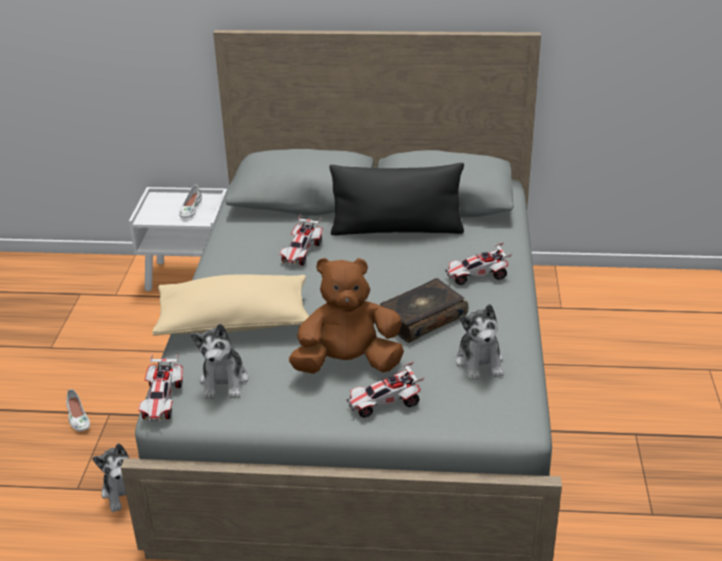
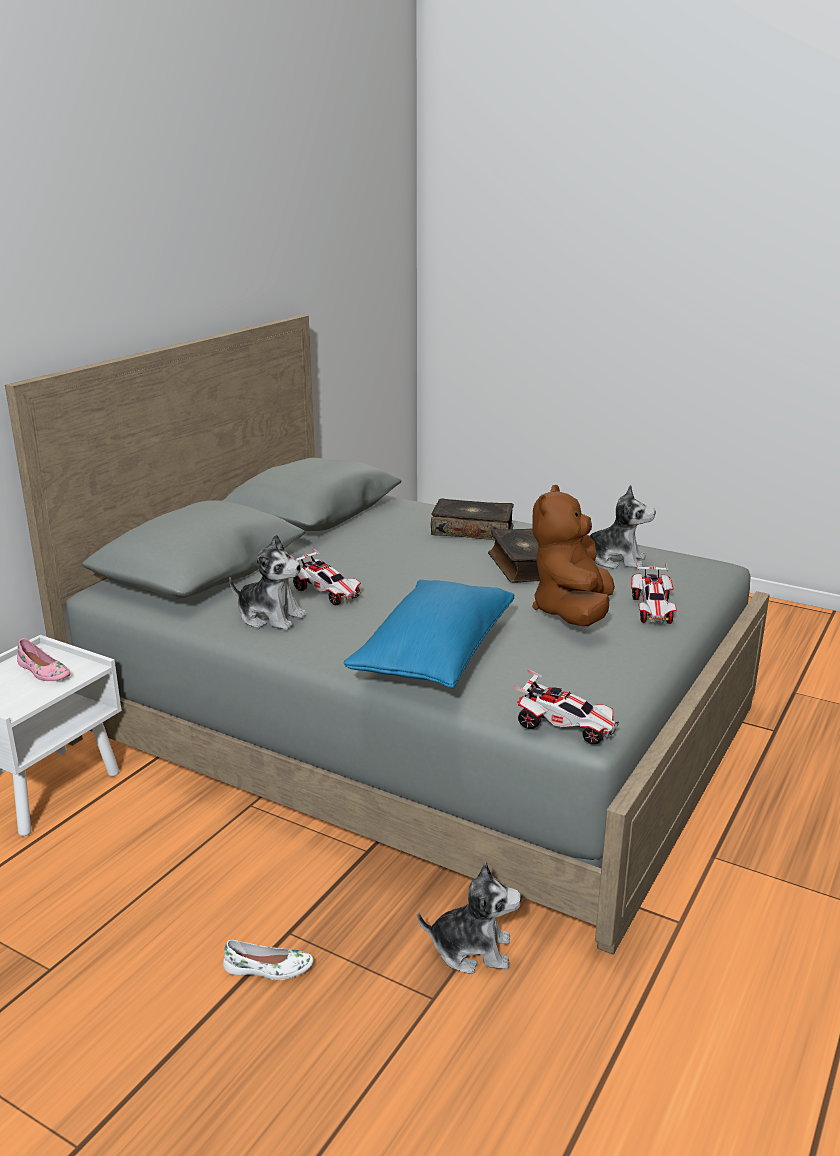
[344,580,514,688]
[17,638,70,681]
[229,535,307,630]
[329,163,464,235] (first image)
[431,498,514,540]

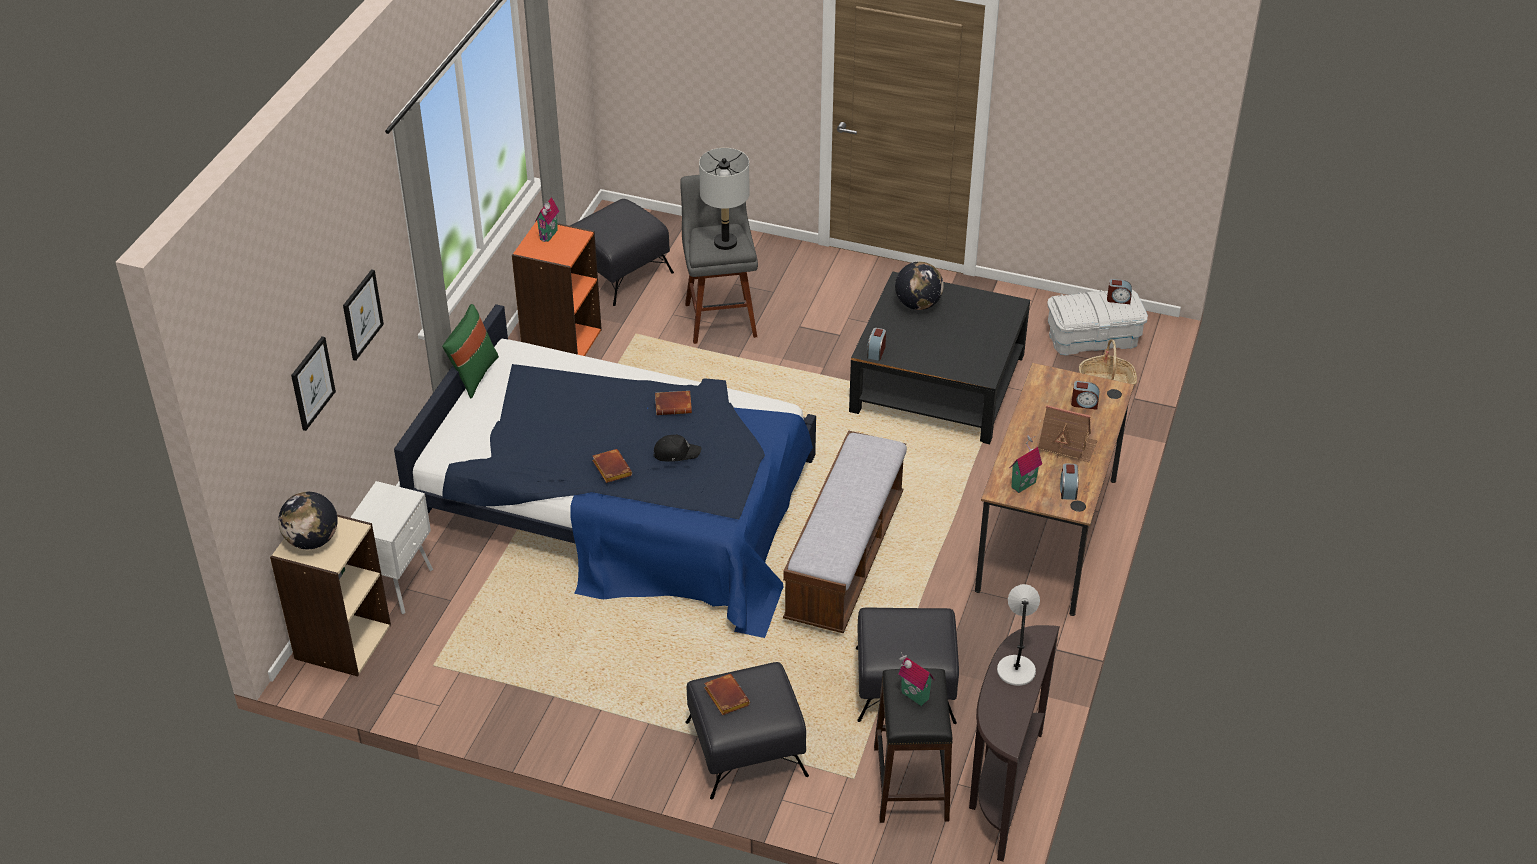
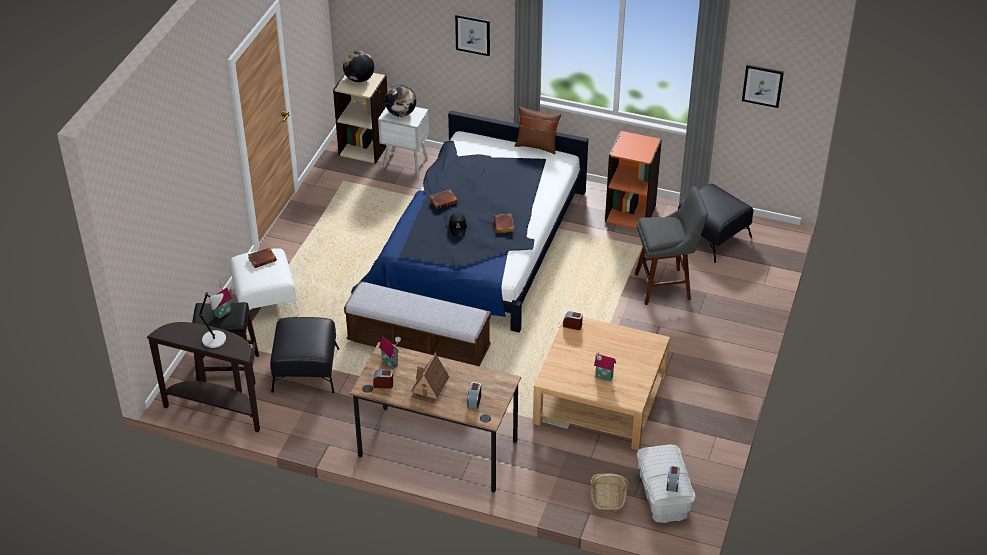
[742,65,784,108]
[515,106,561,154]
[594,351,616,381]
[230,248,300,315]
[699,148,749,250] (first image)
[533,317,670,450]
[385,85,416,117]

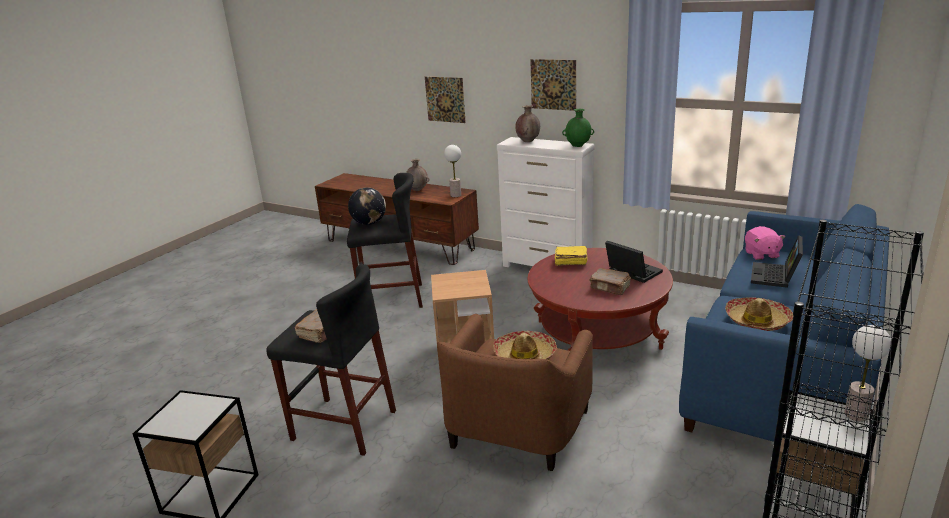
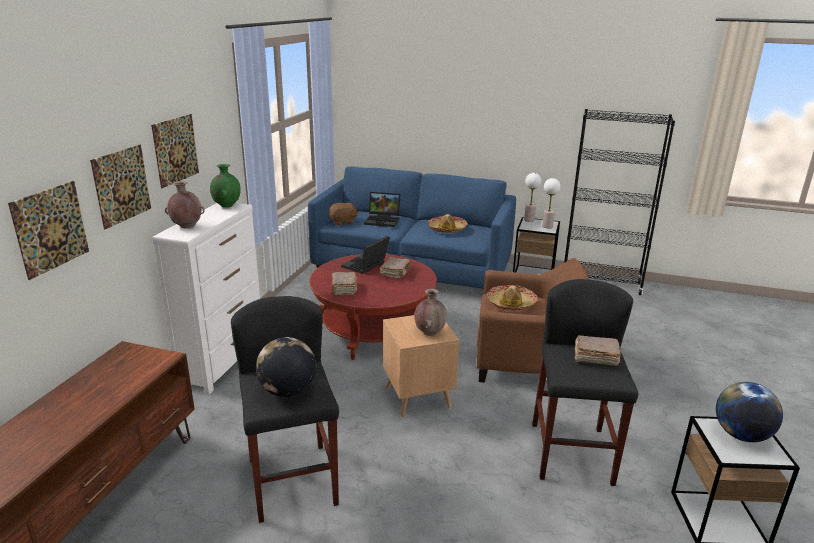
[414,289,447,336]
[542,178,561,228]
[332,272,357,296]
[329,202,359,226]
[90,145,151,229]
[716,382,783,442]

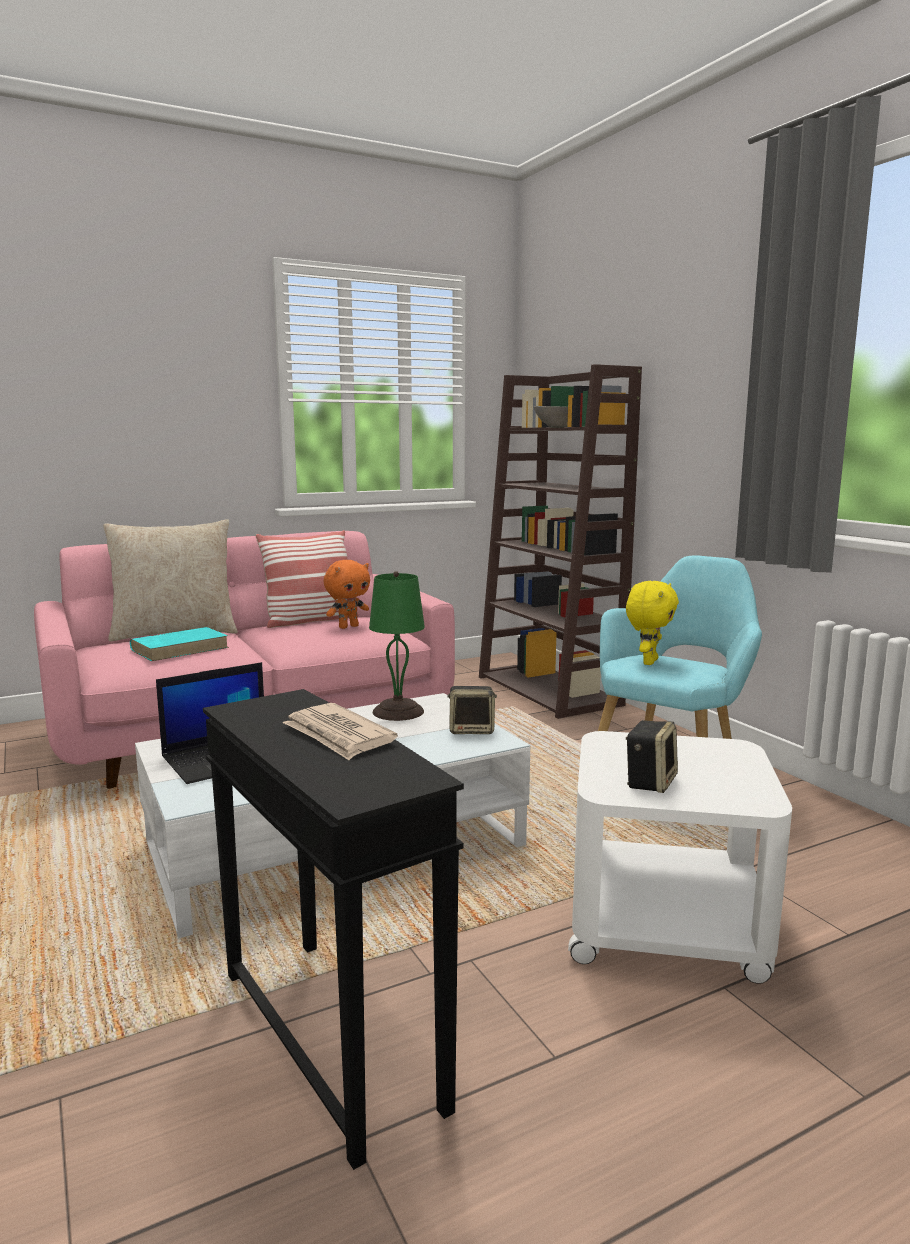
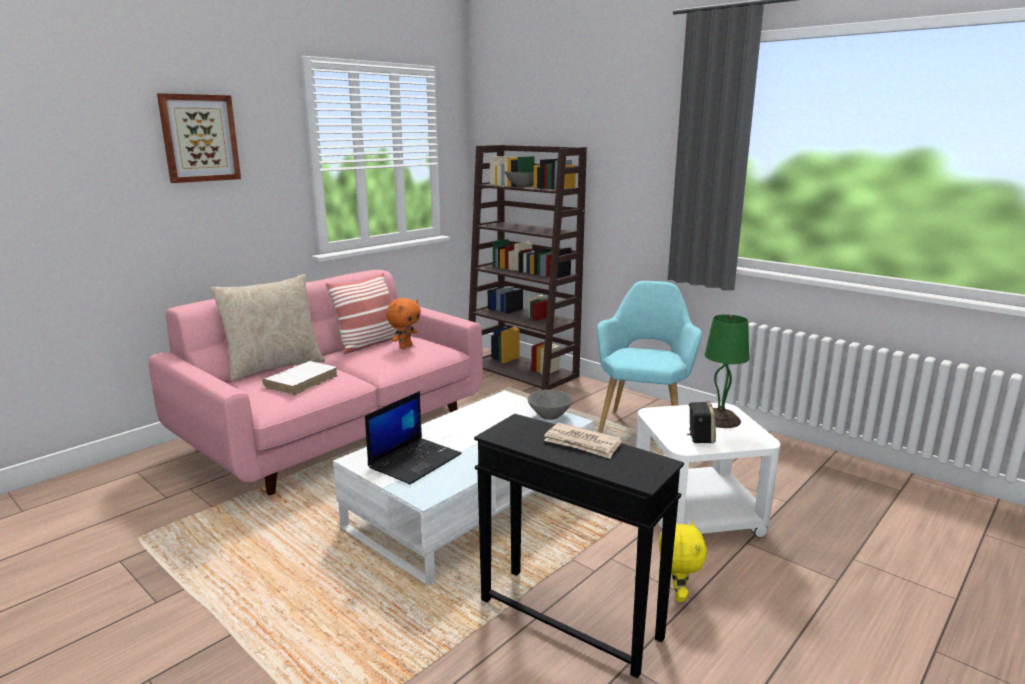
[262,361,338,395]
[705,315,749,428]
[527,390,573,420]
[659,521,707,602]
[157,93,241,183]

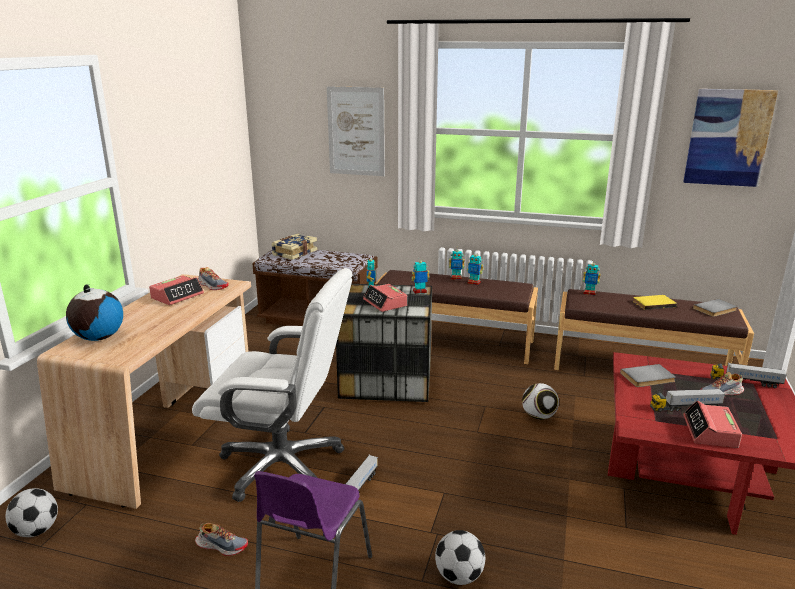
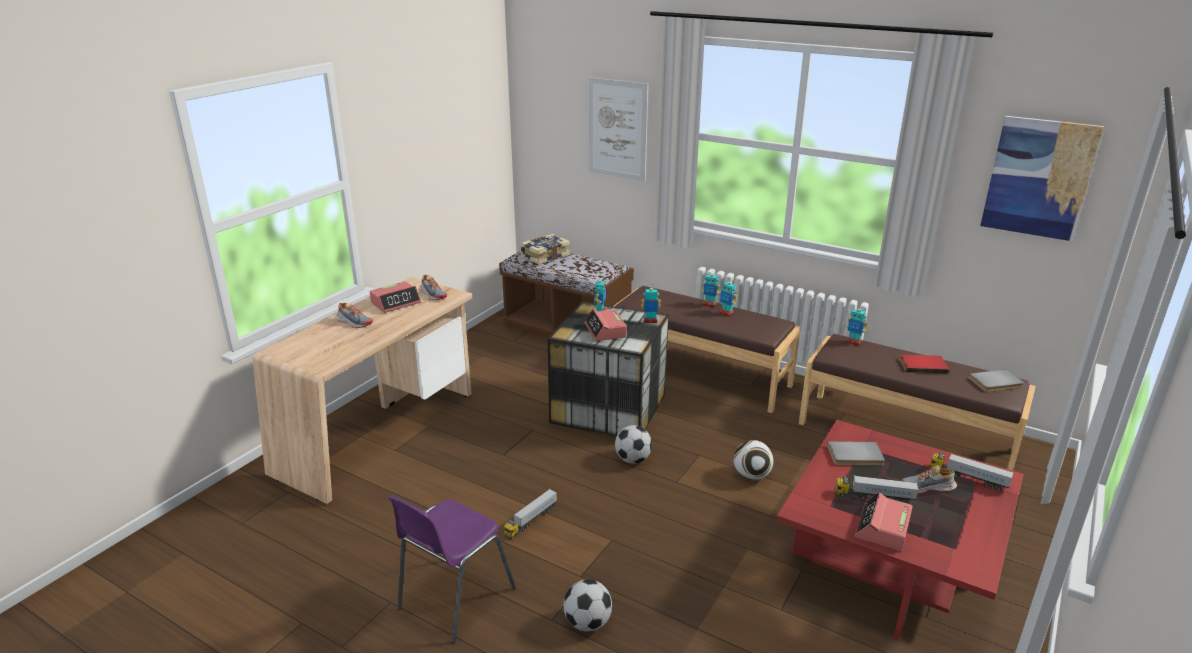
[615,425,652,464]
[66,284,123,341] (first image)
[192,268,353,502] (first image)
[335,303,373,328]
[899,354,950,374]

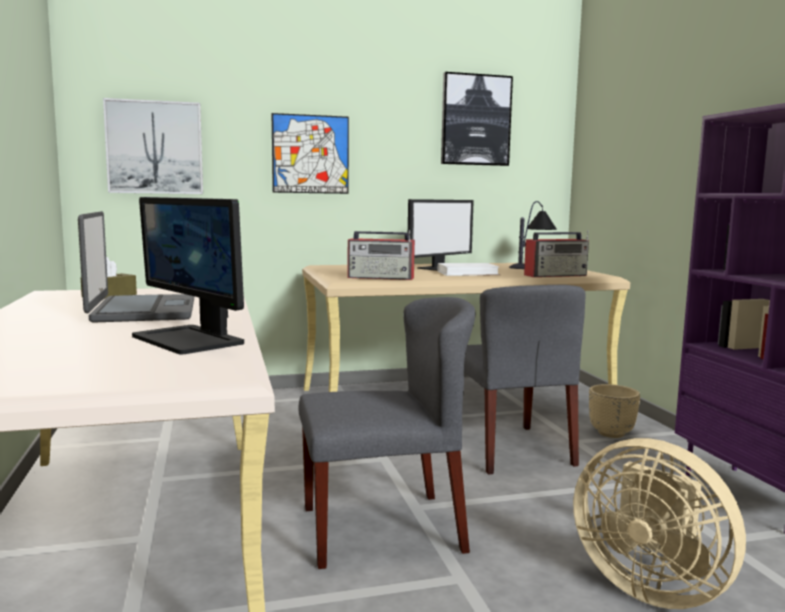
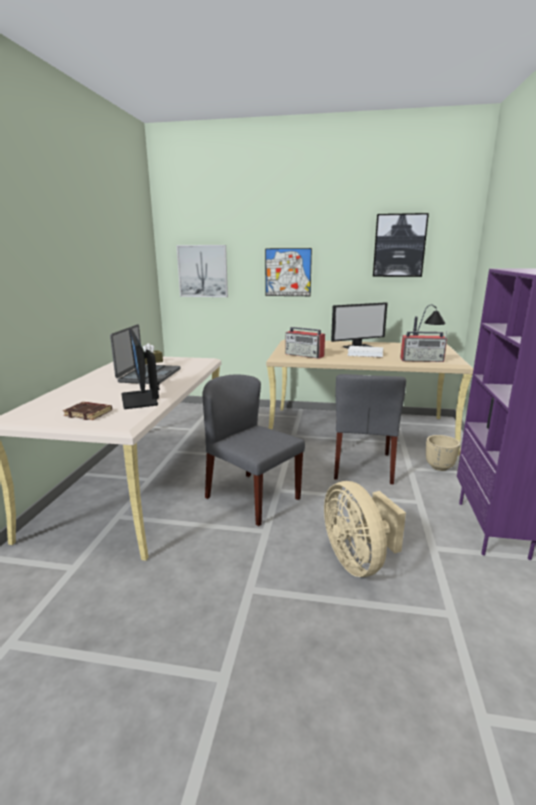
[202,375,305,526]
[63,402,112,420]

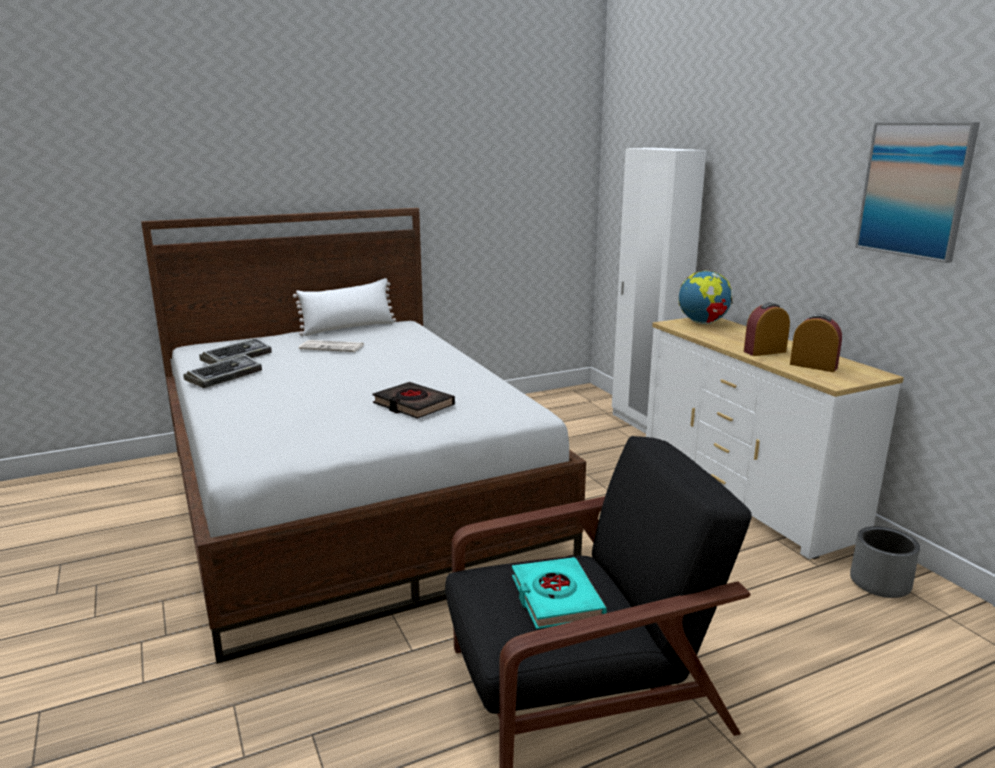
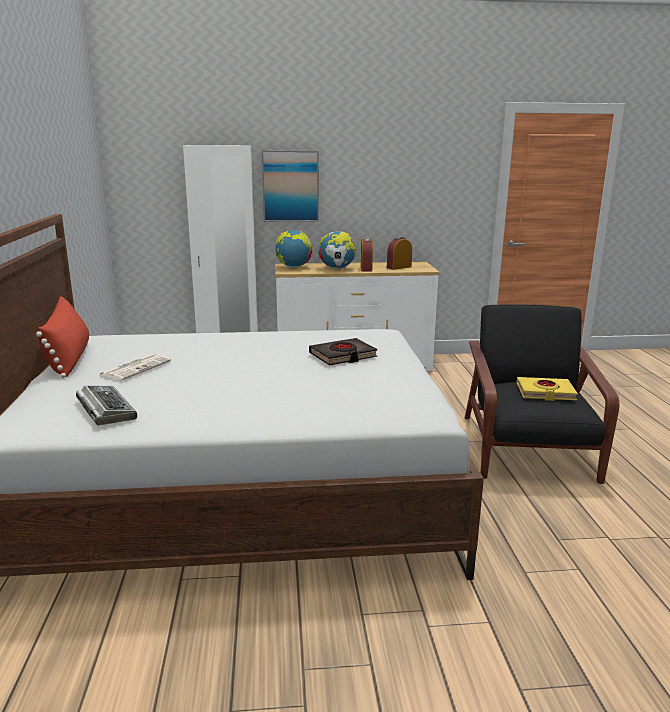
[183,355,262,388] (first image)
[36,296,89,378]
[517,377,578,401]
[850,526,920,598] (first image)
[262,150,319,222]
[318,231,357,269]

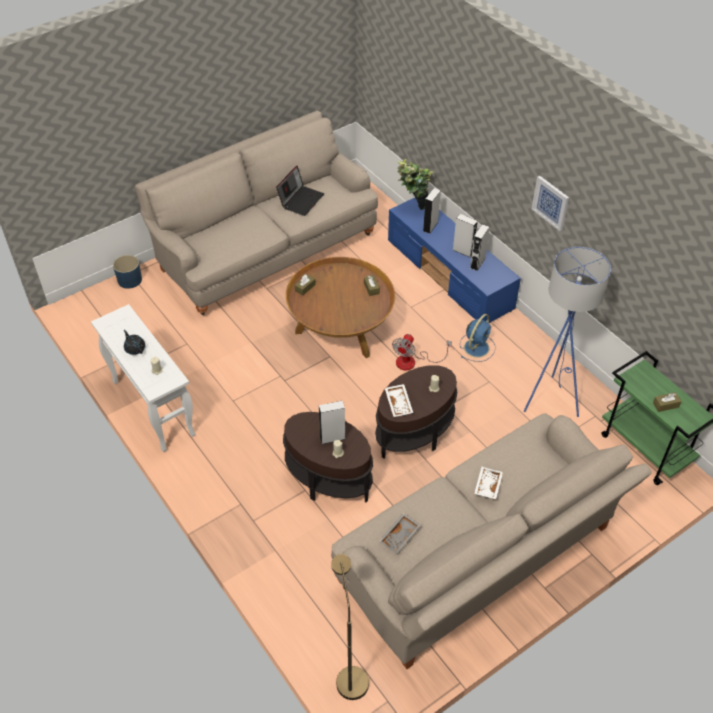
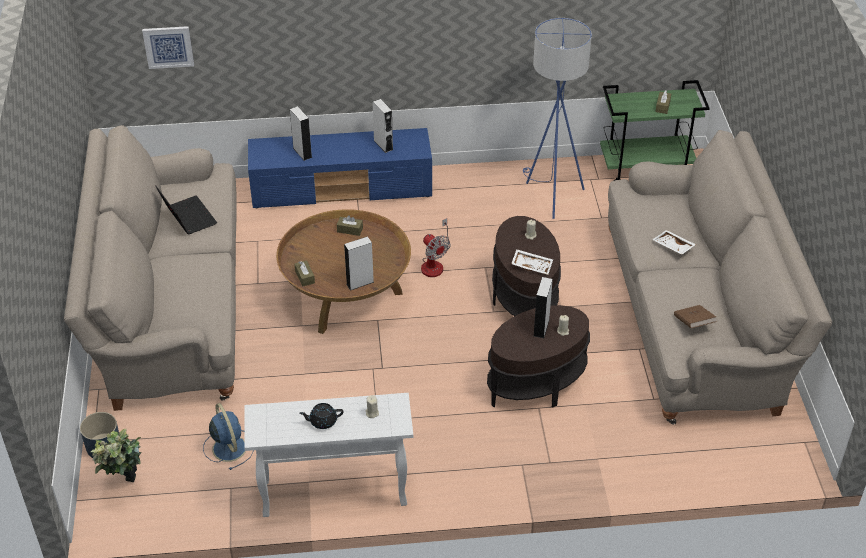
[331,554,369,700] (first image)
[674,305,717,328]
[91,429,142,482]
[344,236,374,291]
[203,403,254,470]
[142,26,194,69]

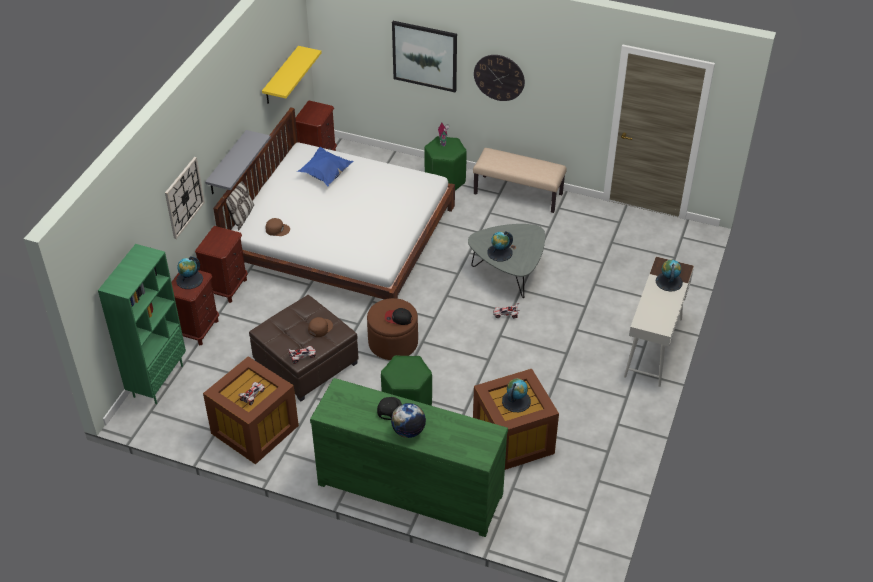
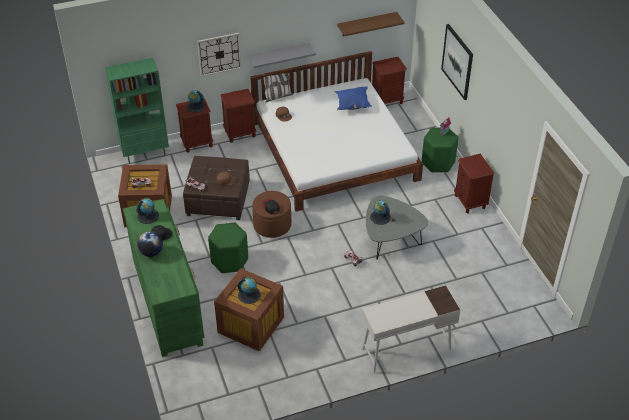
[337,12,405,36]
[454,154,494,213]
[474,55,525,101] (first image)
[136,198,159,224]

